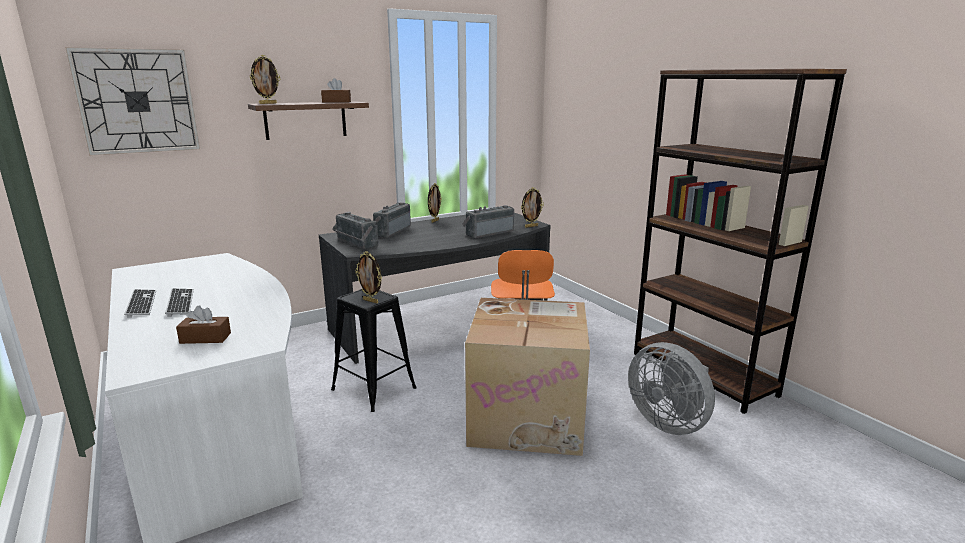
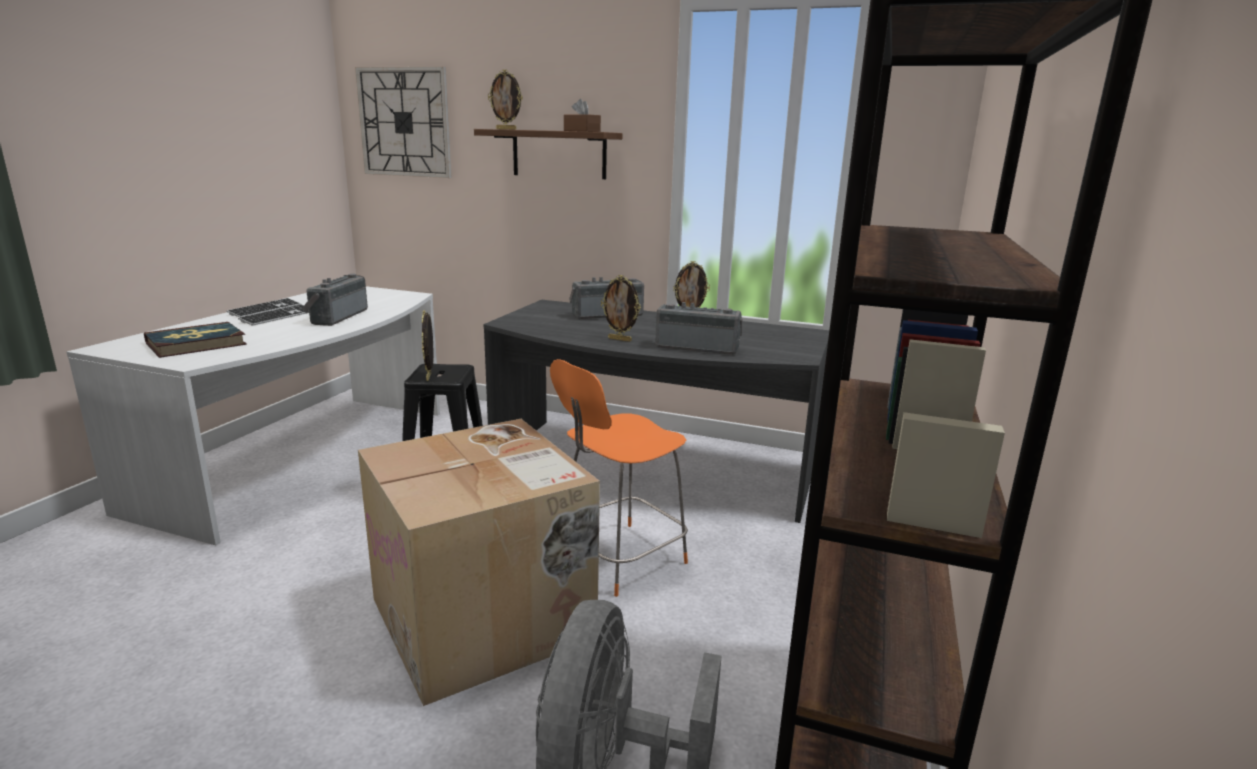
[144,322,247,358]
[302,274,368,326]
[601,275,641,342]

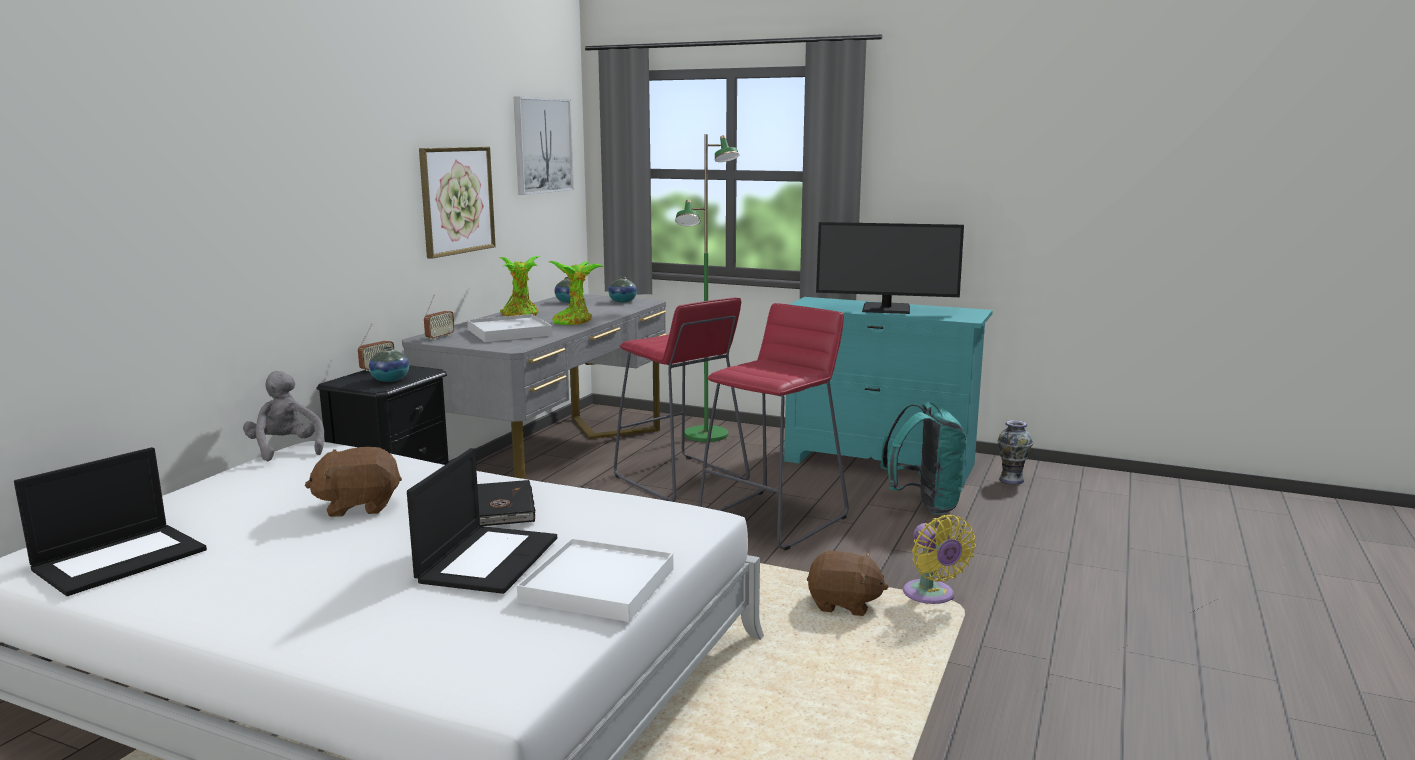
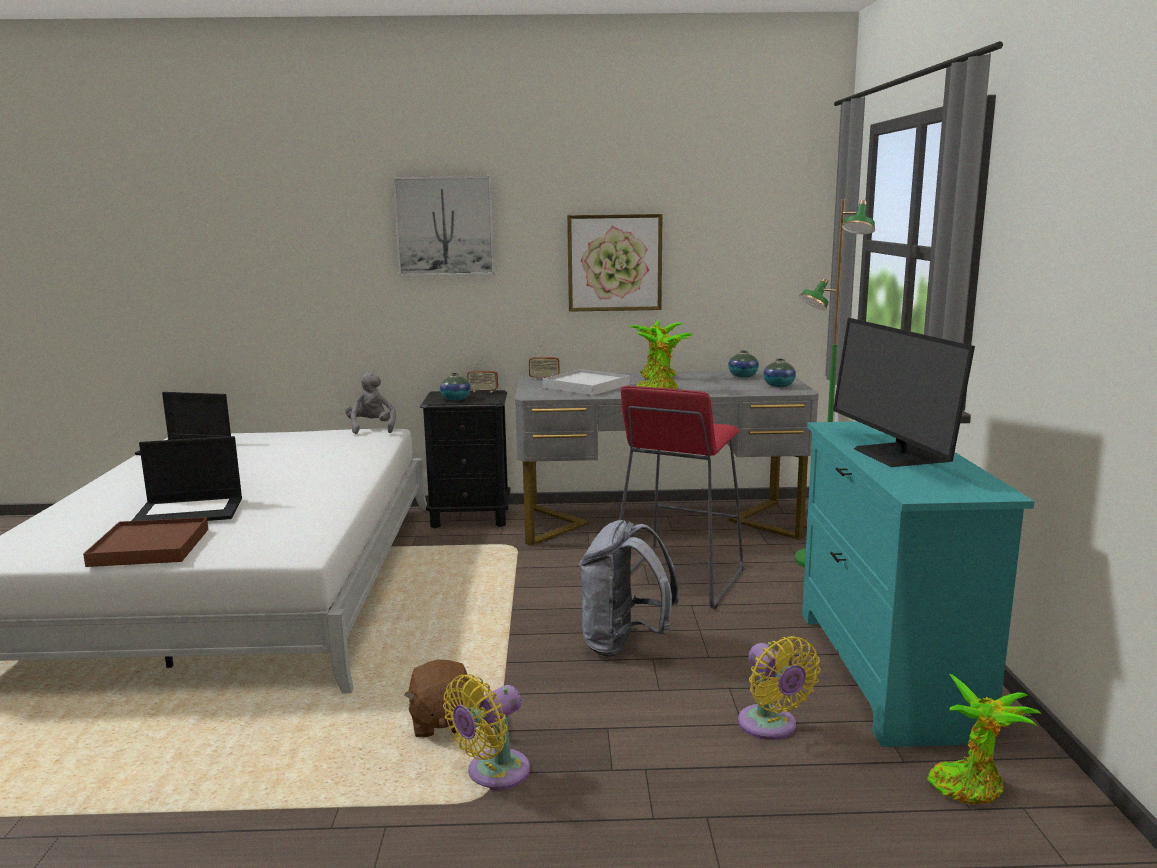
[345,372,396,434]
[305,447,402,517] (first image)
[477,480,535,526] (first image)
[393,176,495,276]
[83,517,208,567]
[579,520,679,657]
[738,636,821,740]
[927,674,1042,804]

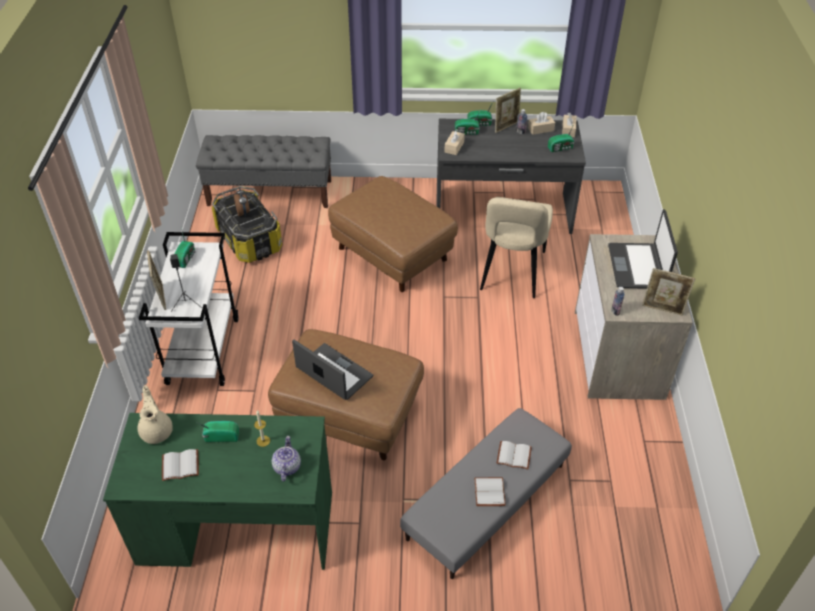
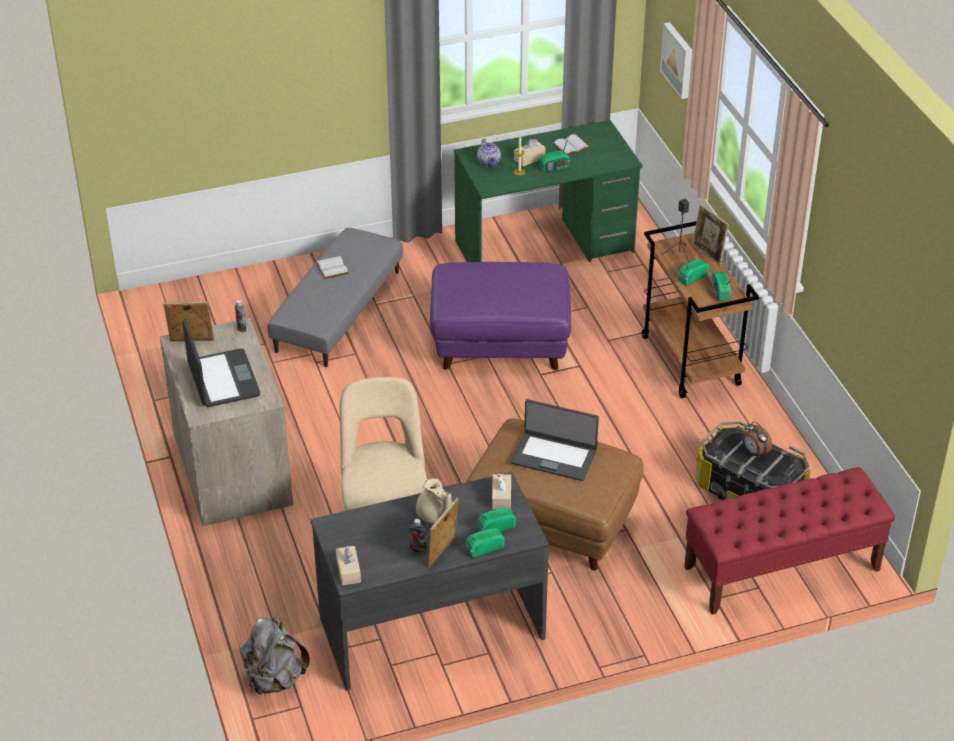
[416,478,452,523]
[642,221,759,398]
[684,467,895,615]
[430,262,571,370]
[511,399,599,481]
[497,441,532,469] (first image)
[514,139,546,167]
[678,259,709,285]
[240,616,310,695]
[660,22,692,99]

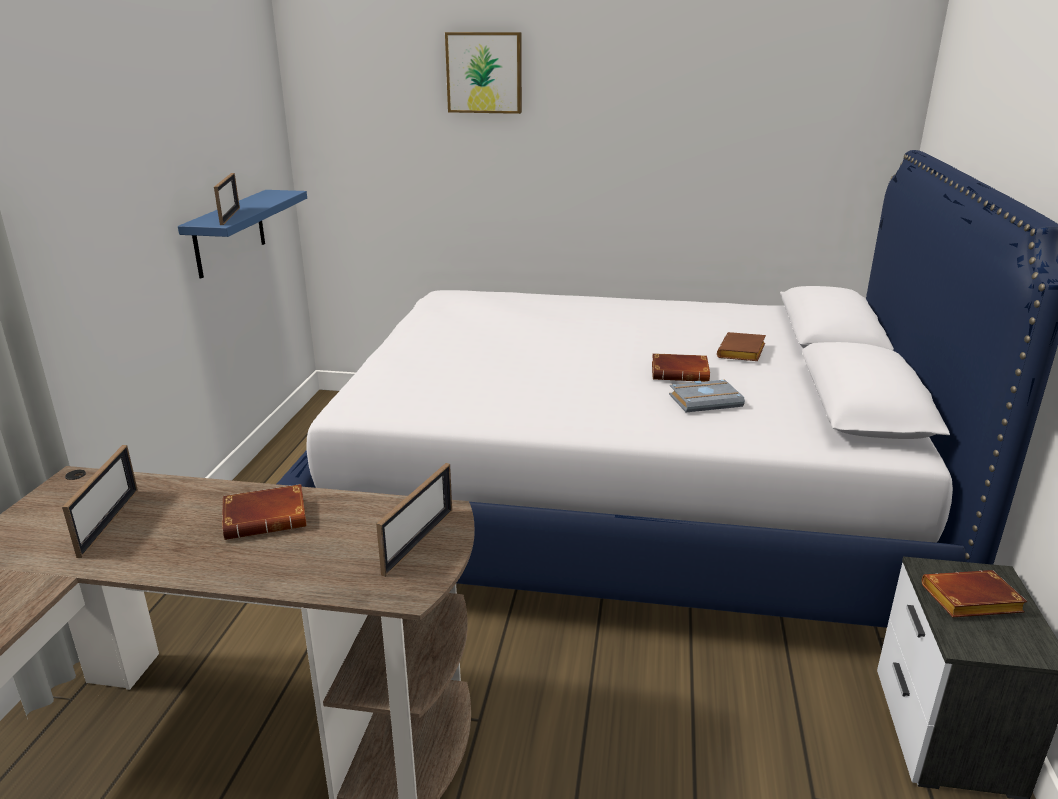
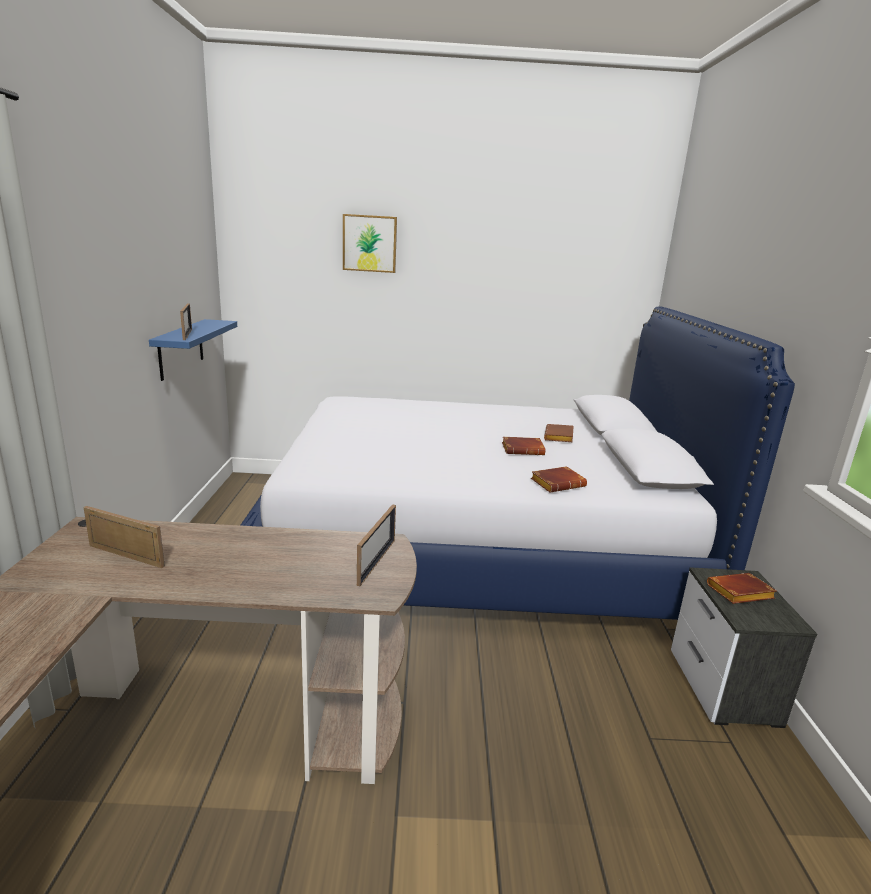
[83,506,165,568]
[531,466,587,492]
[669,380,745,412] (first image)

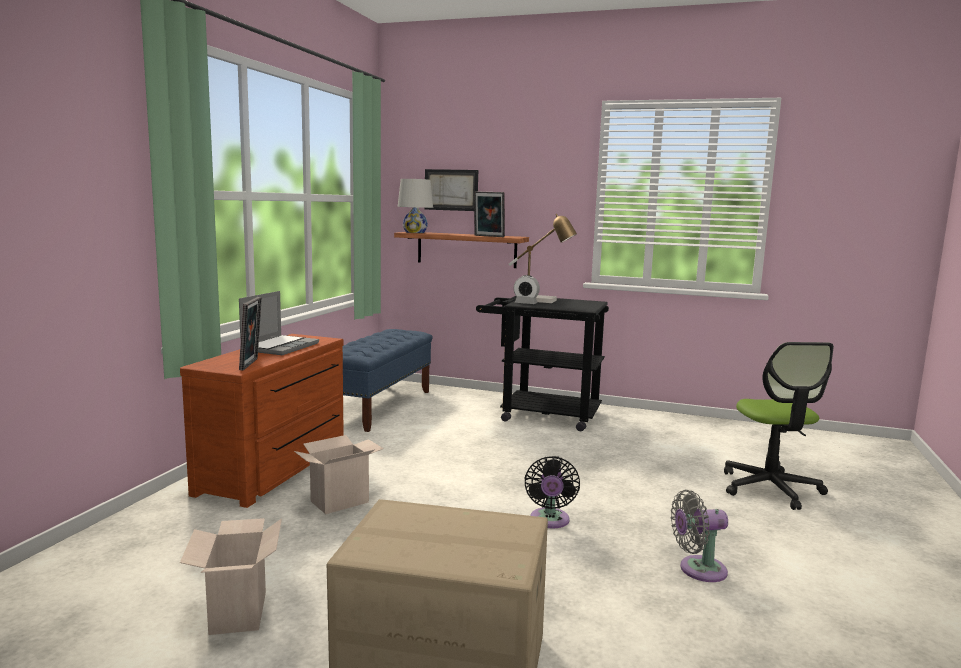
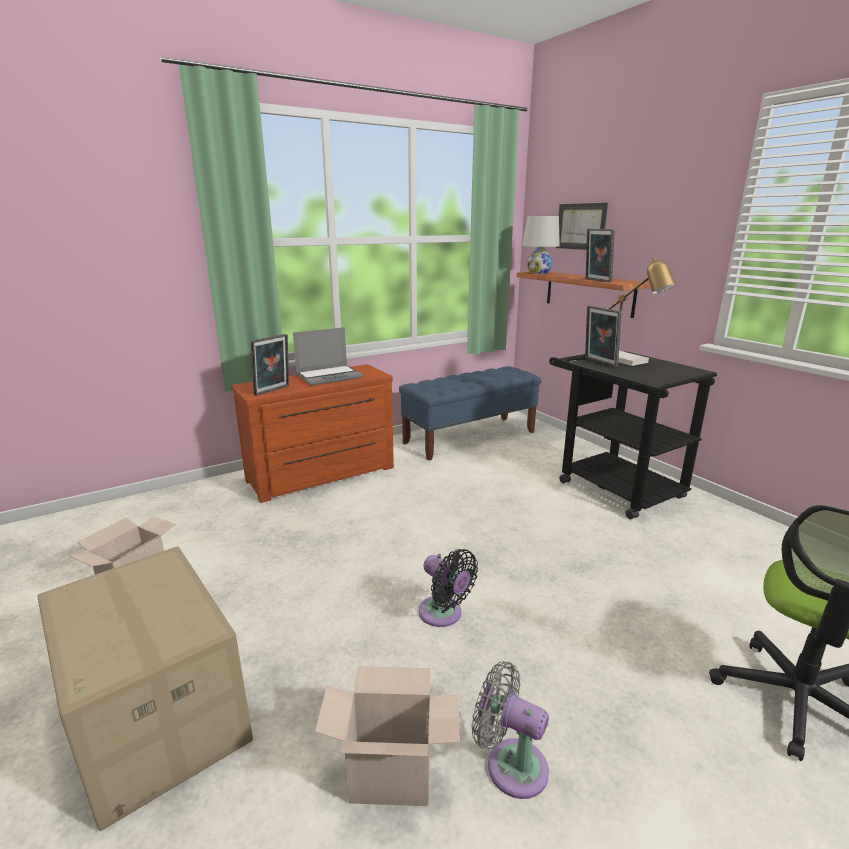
[315,666,460,806]
[585,306,621,367]
[419,549,478,627]

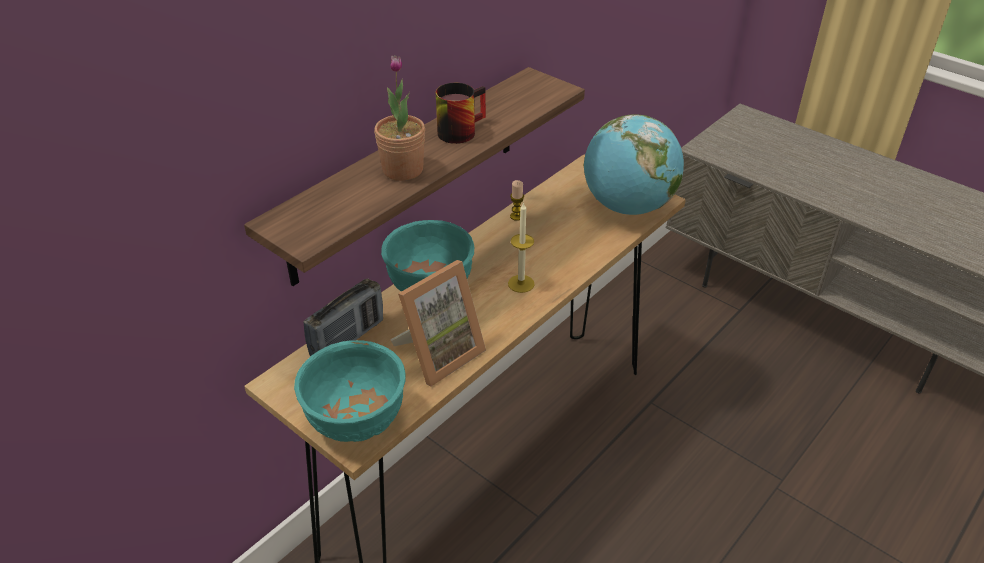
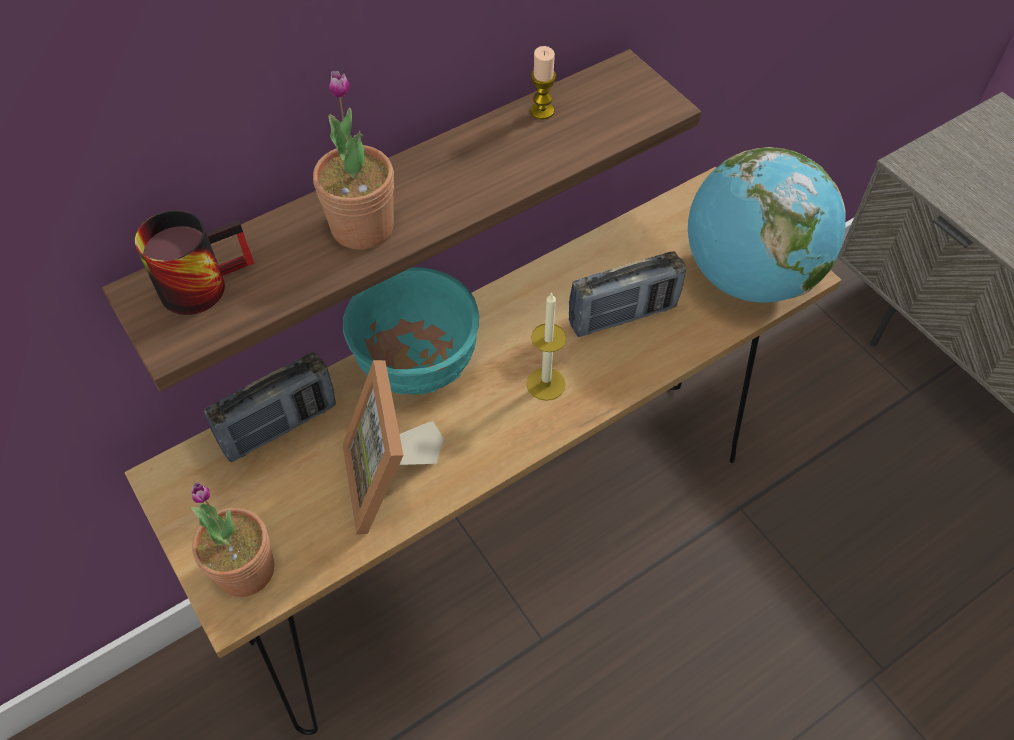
[190,482,274,597]
[343,360,444,534]
[135,210,254,315]
[530,46,556,120]
[569,251,686,337]

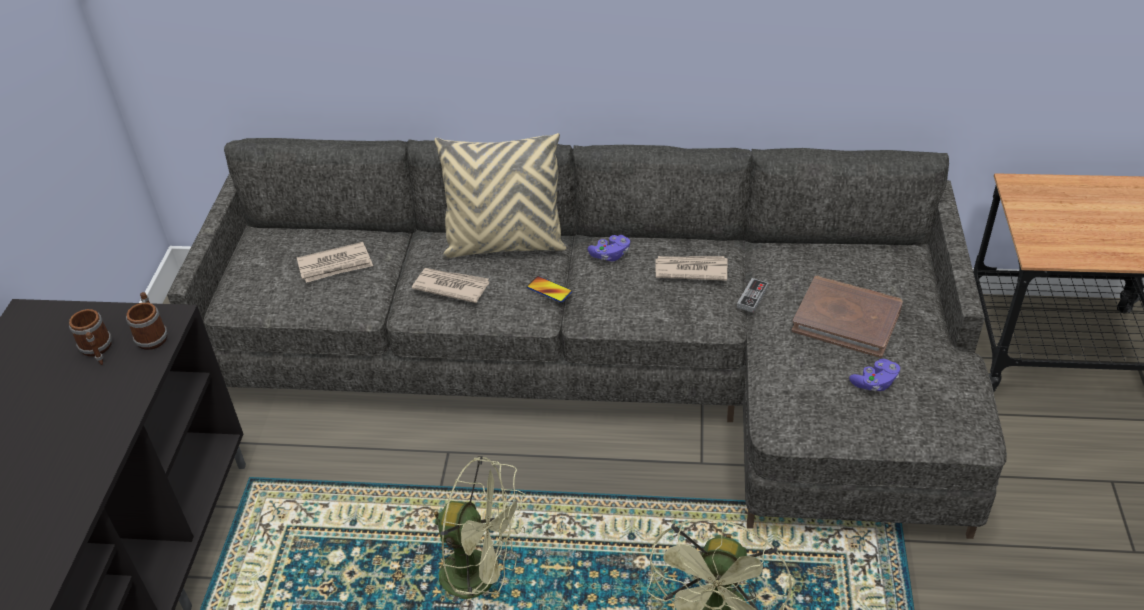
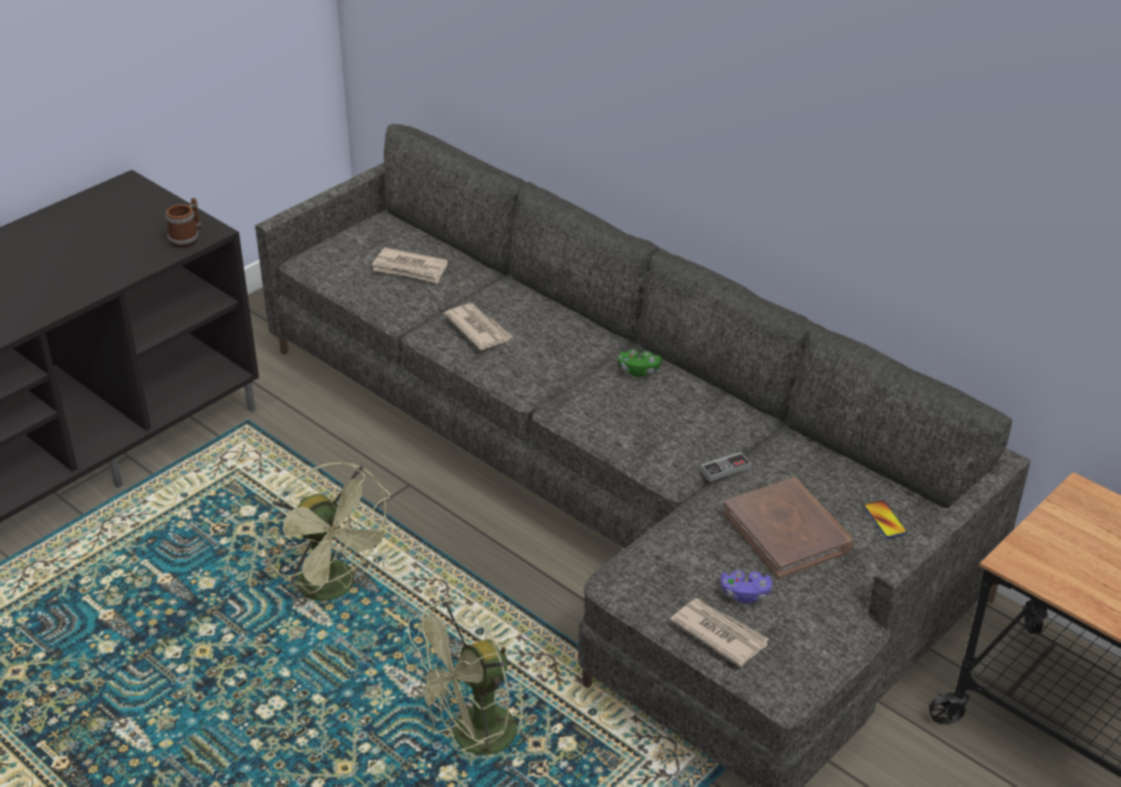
[69,309,112,365] (first image)
[435,133,566,258] (first image)
[863,500,907,538]
[618,349,662,377]
[670,598,769,667]

